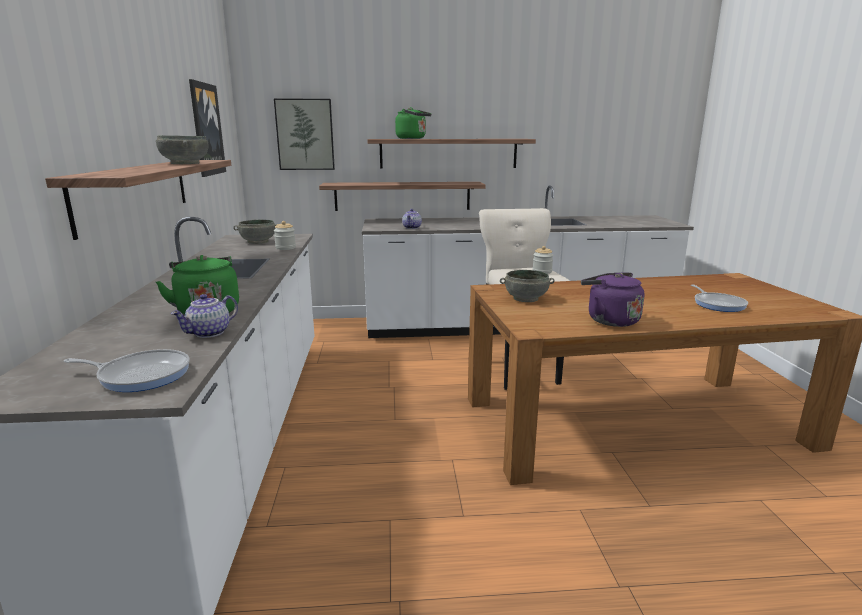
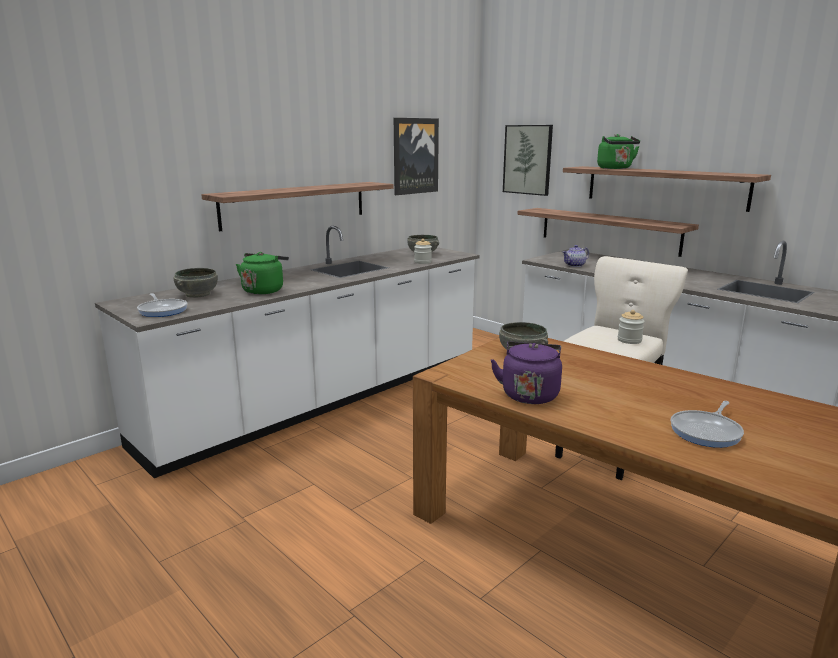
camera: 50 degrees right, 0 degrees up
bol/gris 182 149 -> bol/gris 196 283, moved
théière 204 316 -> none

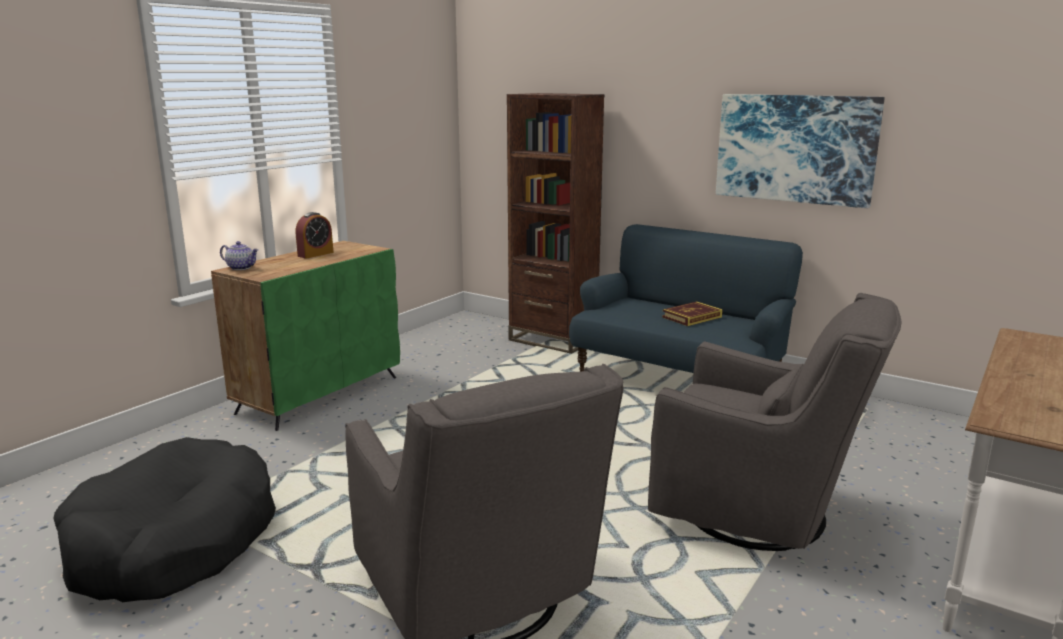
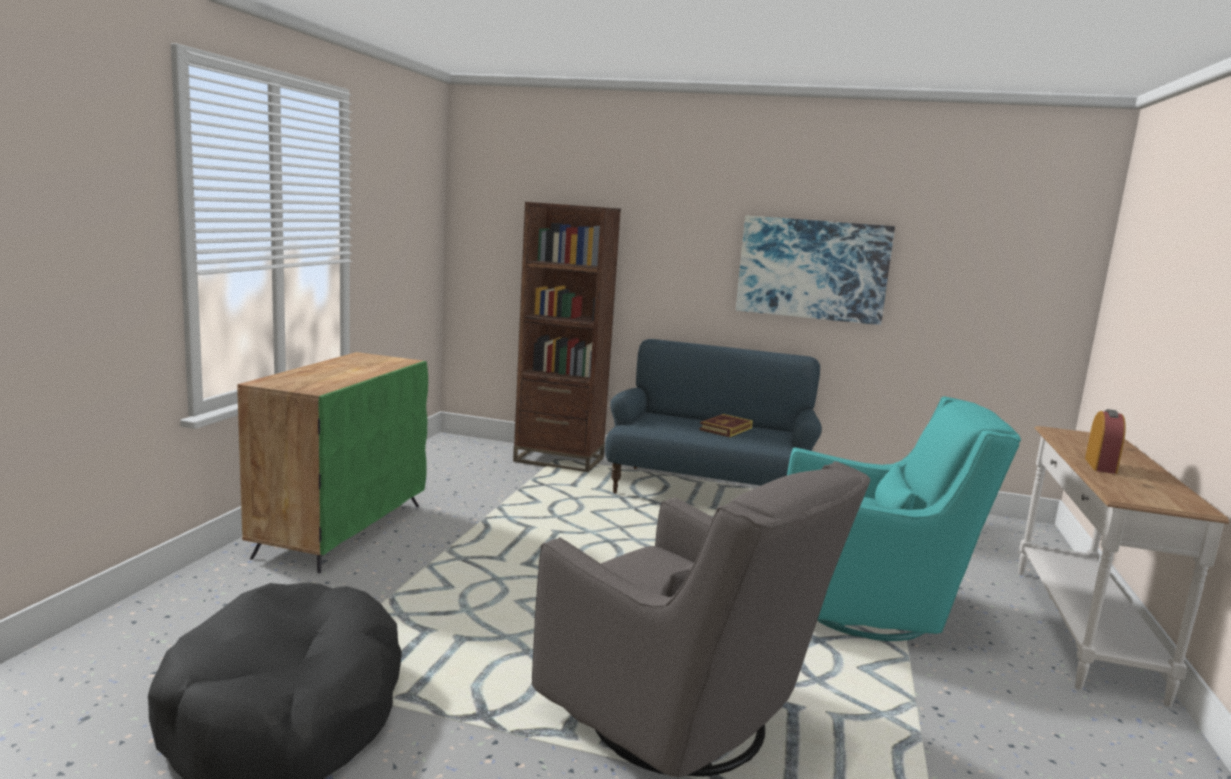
camera: 20 degrees left, 5 degrees down
réveil 314 235 -> réveil 1105 441, moved
théière 239 255 -> none
fauteuil/gris 774 422 -> fauteuil/turquoise 904 518

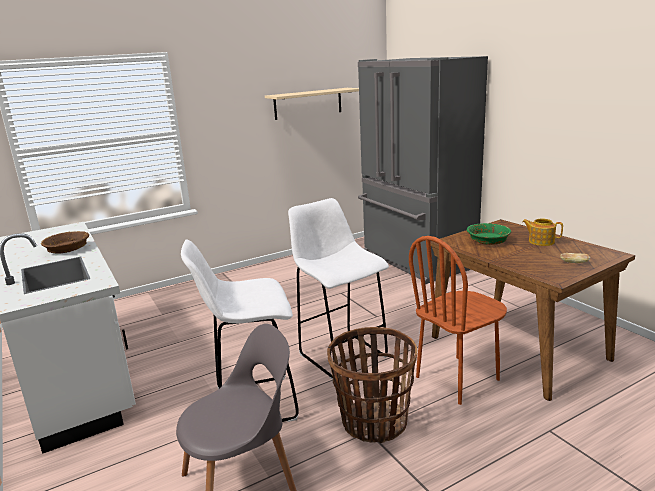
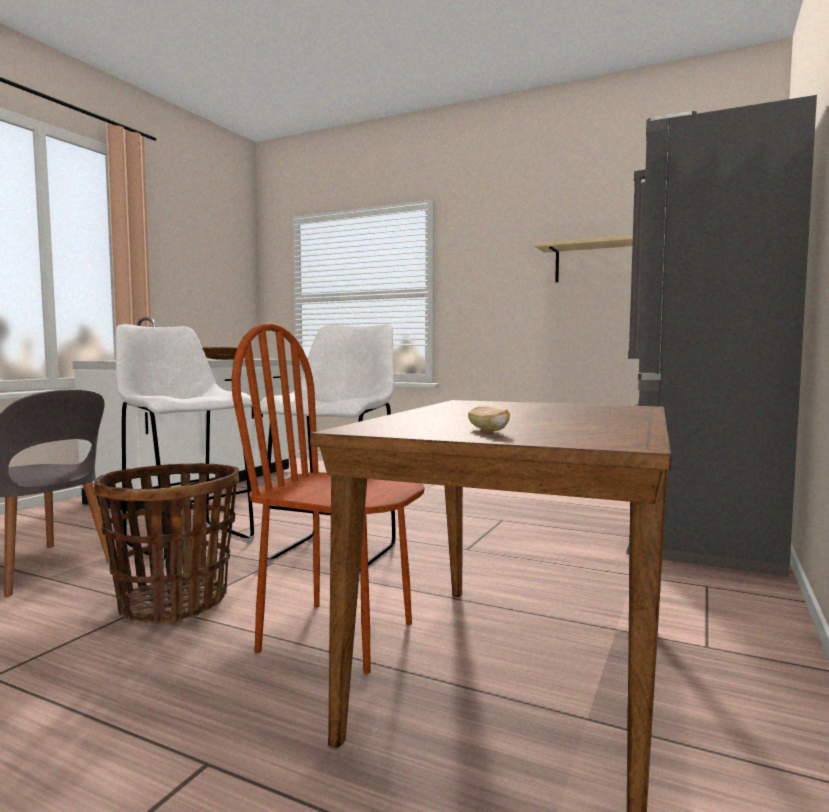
camera: 55 degrees right, 15 degrees down
théière 542 232 -> none
bol/vert 489 234 -> none

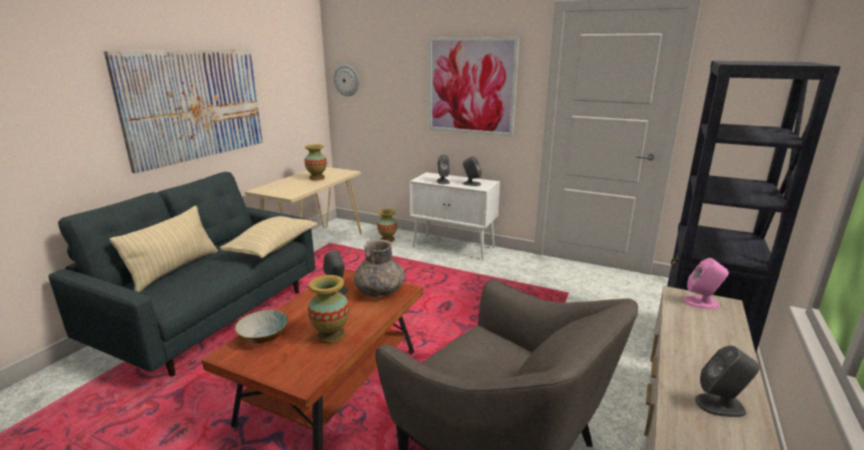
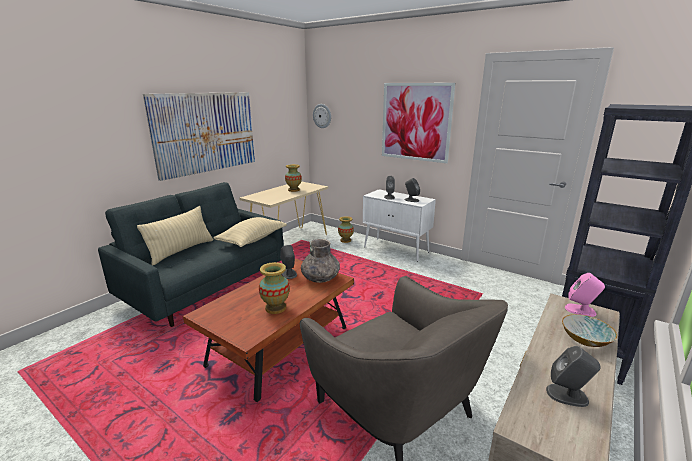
camera: 10 degrees right, 0 degrees up
bol 261 327 -> bol 589 330, moved

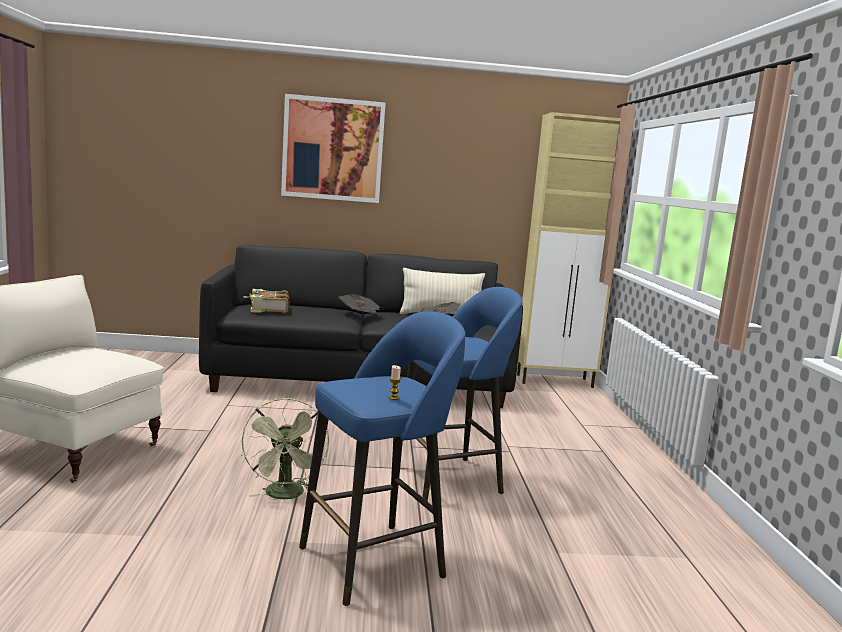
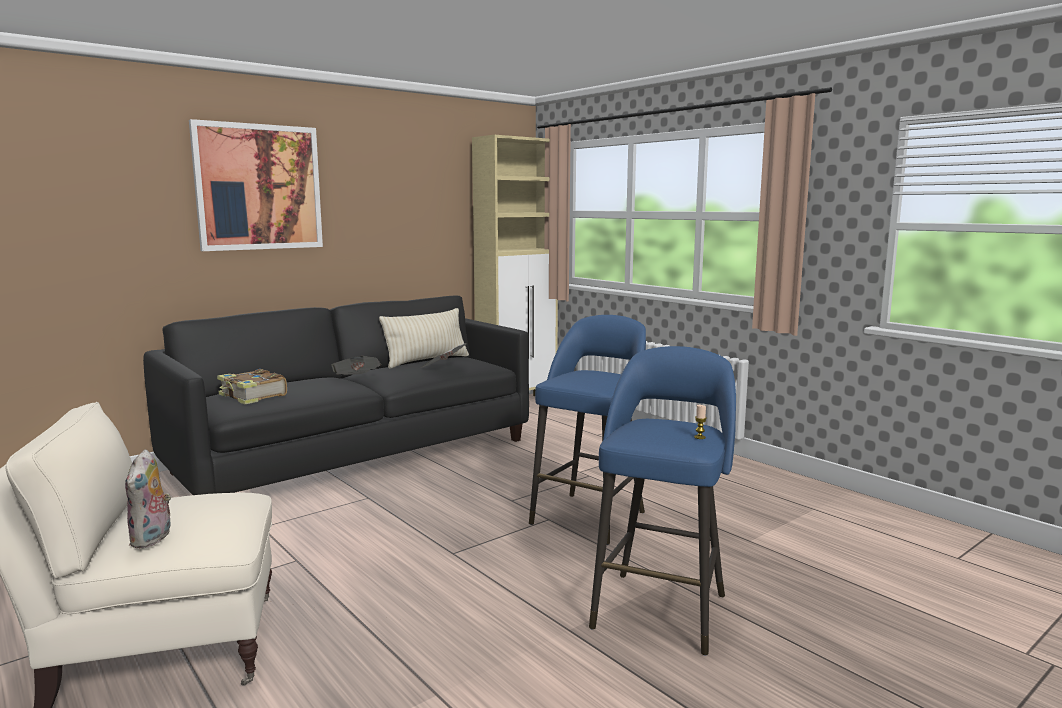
camera: 35 degrees left, 0 degrees up
ventilateur/vert 285 448 -> none
none -> peluche 148 498

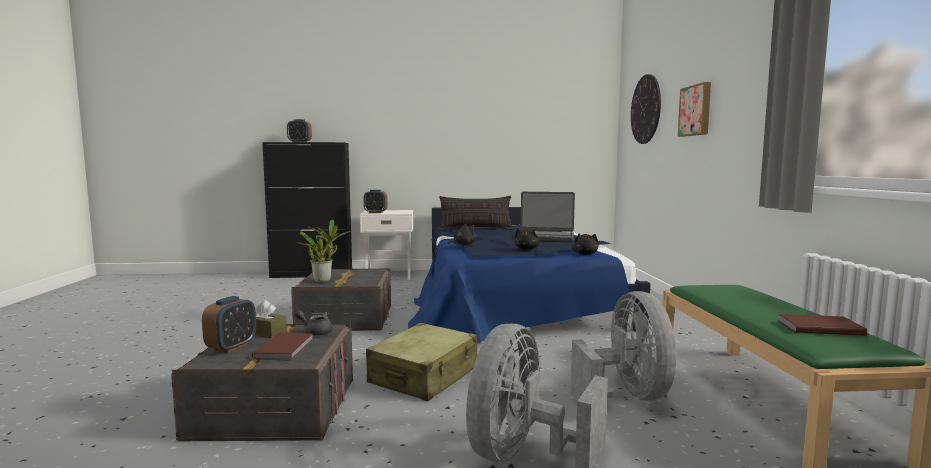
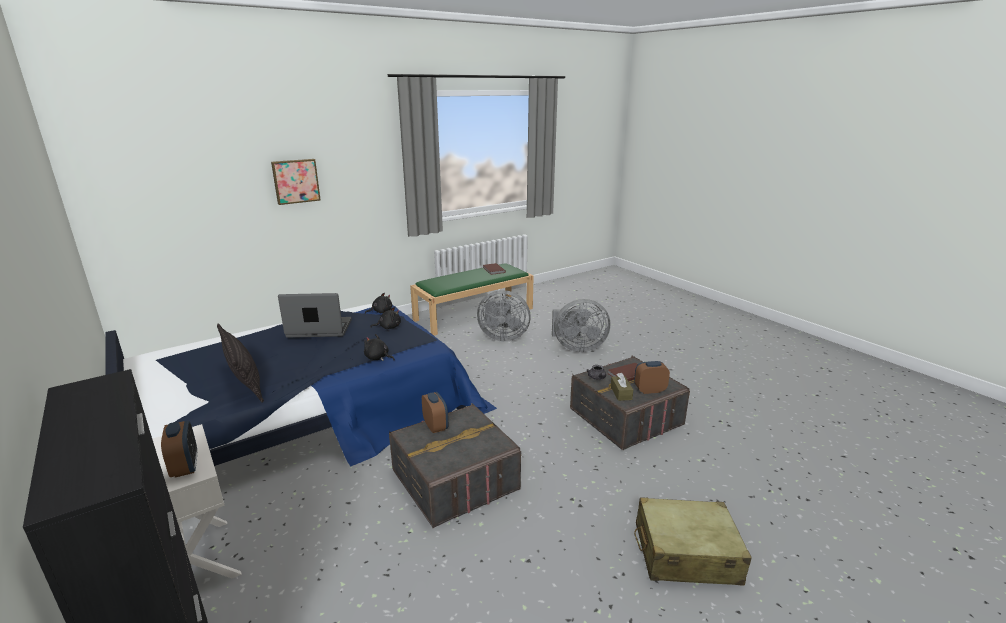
camera: 120 degrees left, 15 degrees up
horloge murale 646 109 -> none
réveil 299 130 -> réveil 435 412, moved
ordinateur portable 548 216 -> ordinateur portable 315 315, 75 degrees counterclockwise
plante en pot 323 251 -> none
ventilateur/gris 623 346 -> ventilateur/gris 504 316, 135 degrees counterclockwise
valise/beige 421 362 -> valise/beige 693 541, moved

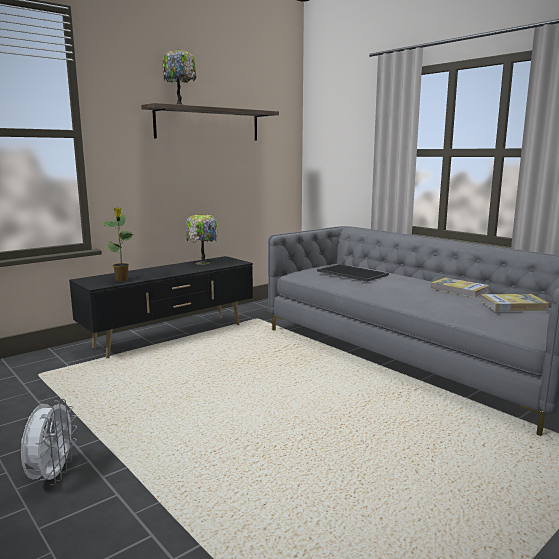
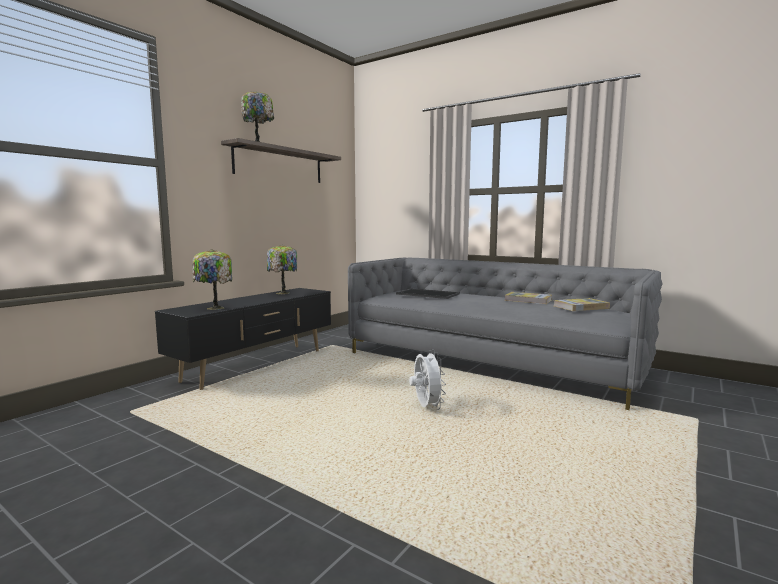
camera: 15 degrees left, 5 degrees down
plante en pot 117 244 -> lampe de table 212 279
ventilateur/blanc 49 442 -> ventilateur/blanc 427 380, moved

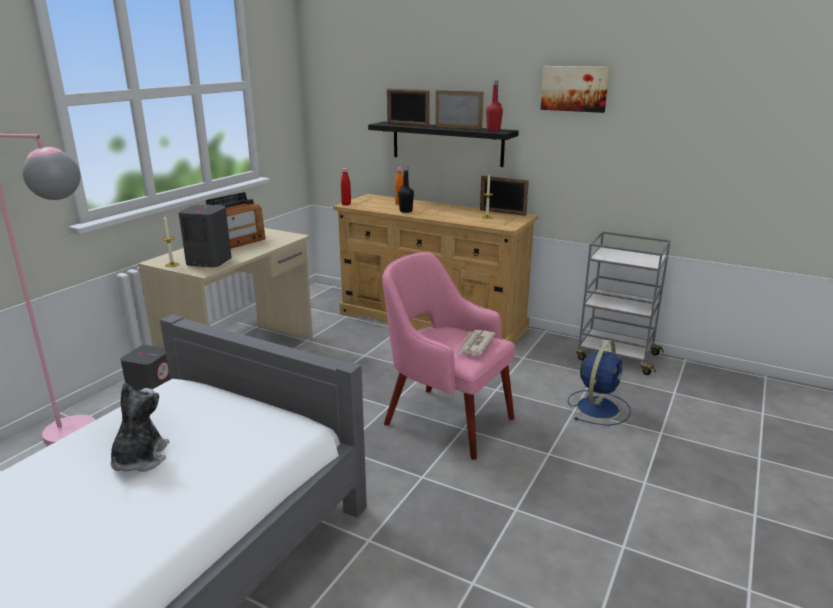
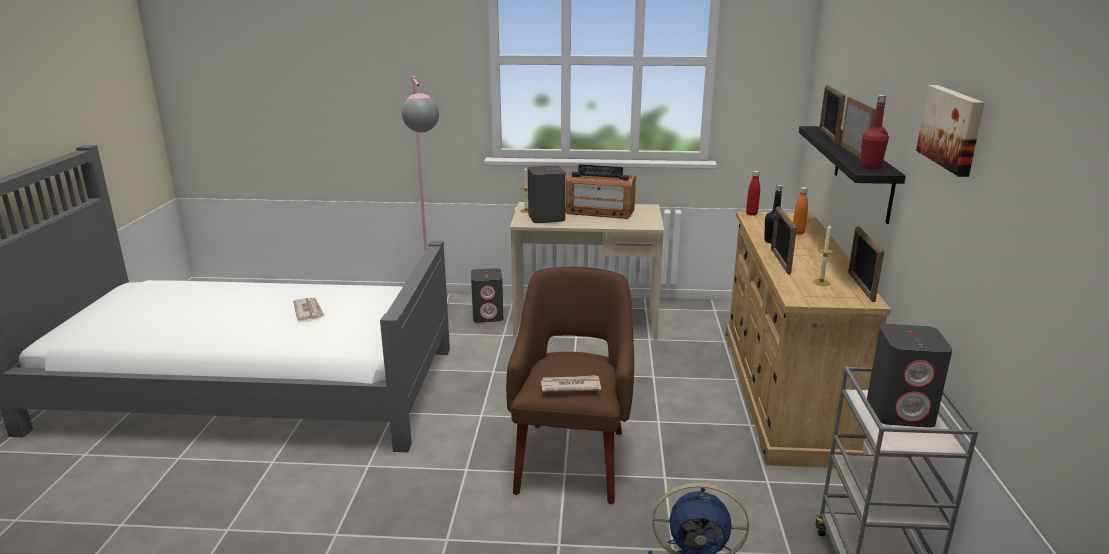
camera: 65 degrees right, 0 degrees up
fauteuil/rose 449 356 -> fauteuil/marron 570 385
peluche 140 427 -> journal 309 309
none -> cadre photo 784 240
none -> enceinte/gris 909 376

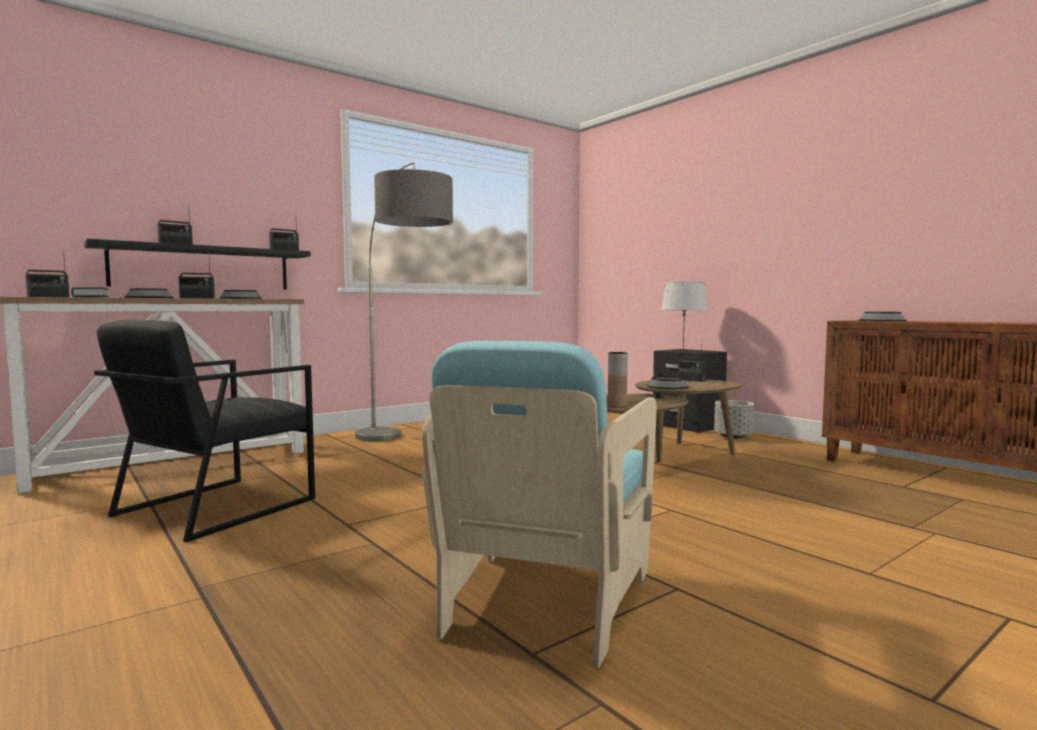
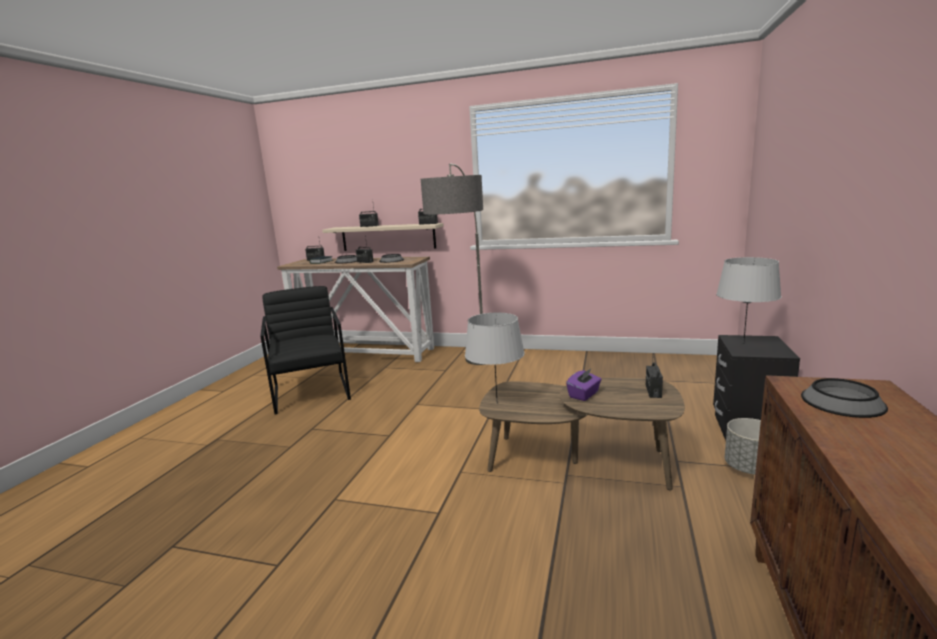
camera: 55 degrees right, 10 degrees up
étagère/noir 197 264 -> étagère/beige 382 237
fauteuil/noir 204 431 -> fauteuil/noir 305 350, 75 degrees clockwise
fauteuil/turquoise 539 504 -> none
vase/marron 618 380 -> lampe de table/gris 495 356
bol 667 382 -> boîte à mouchoirs/violet 584 384

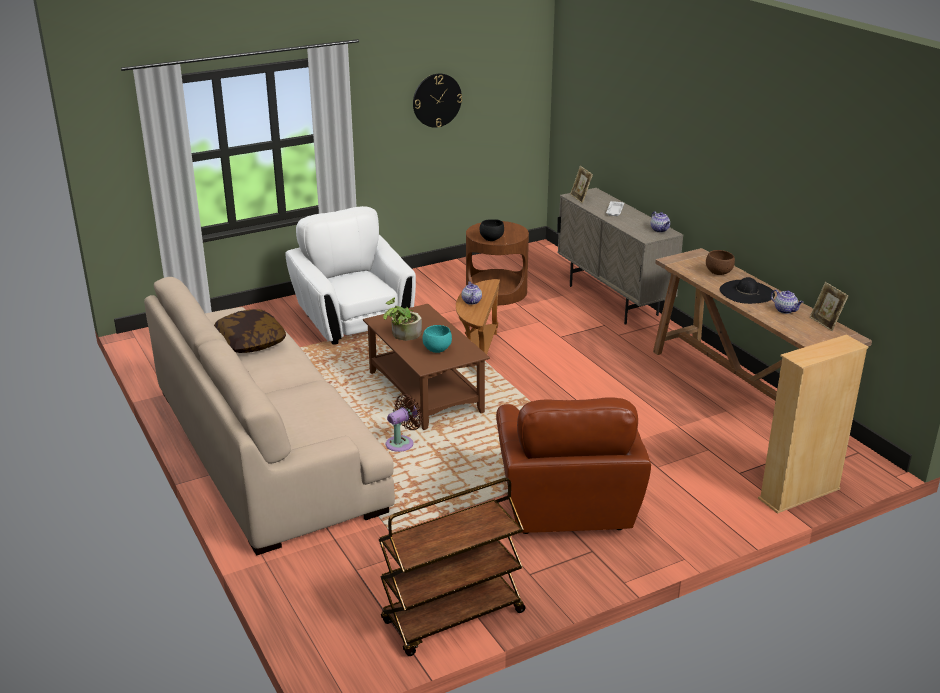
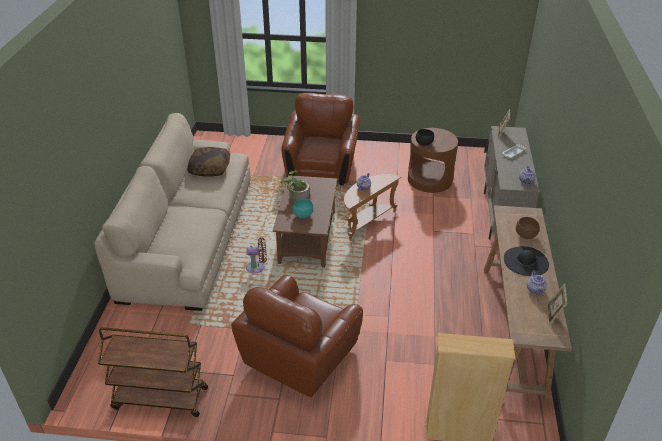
camera: 35 degrees right, 10 degrees up
horloge murale 437 101 -> none
fauteuil/blanc 350 275 -> fauteuil/marron 320 139

